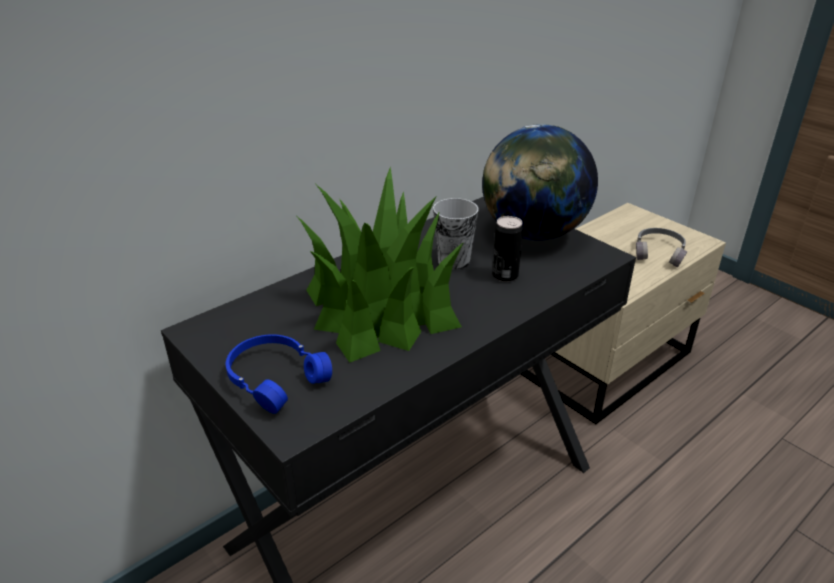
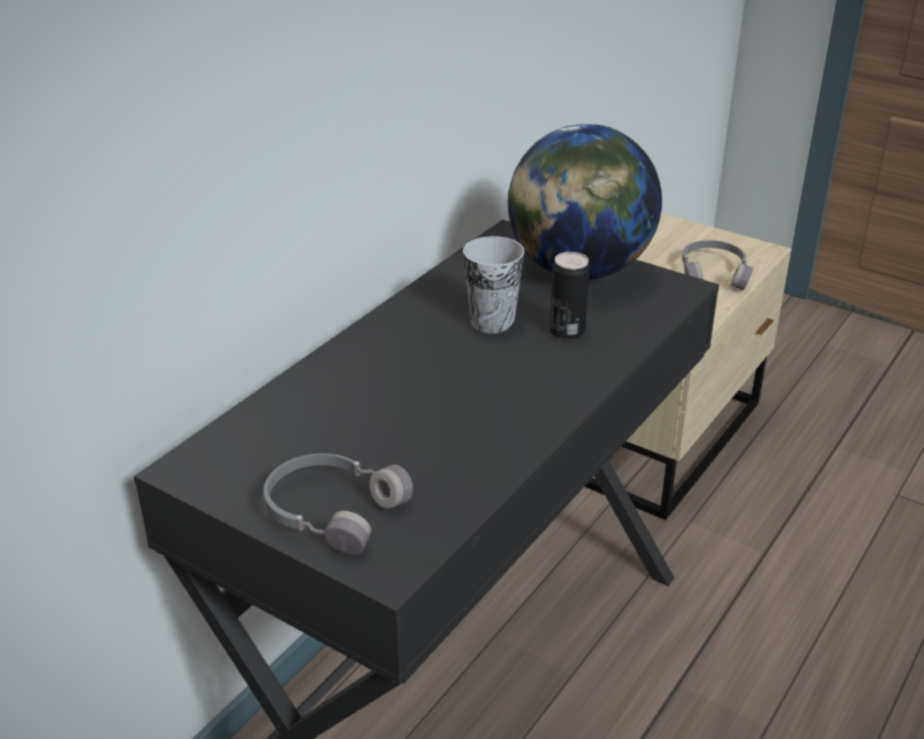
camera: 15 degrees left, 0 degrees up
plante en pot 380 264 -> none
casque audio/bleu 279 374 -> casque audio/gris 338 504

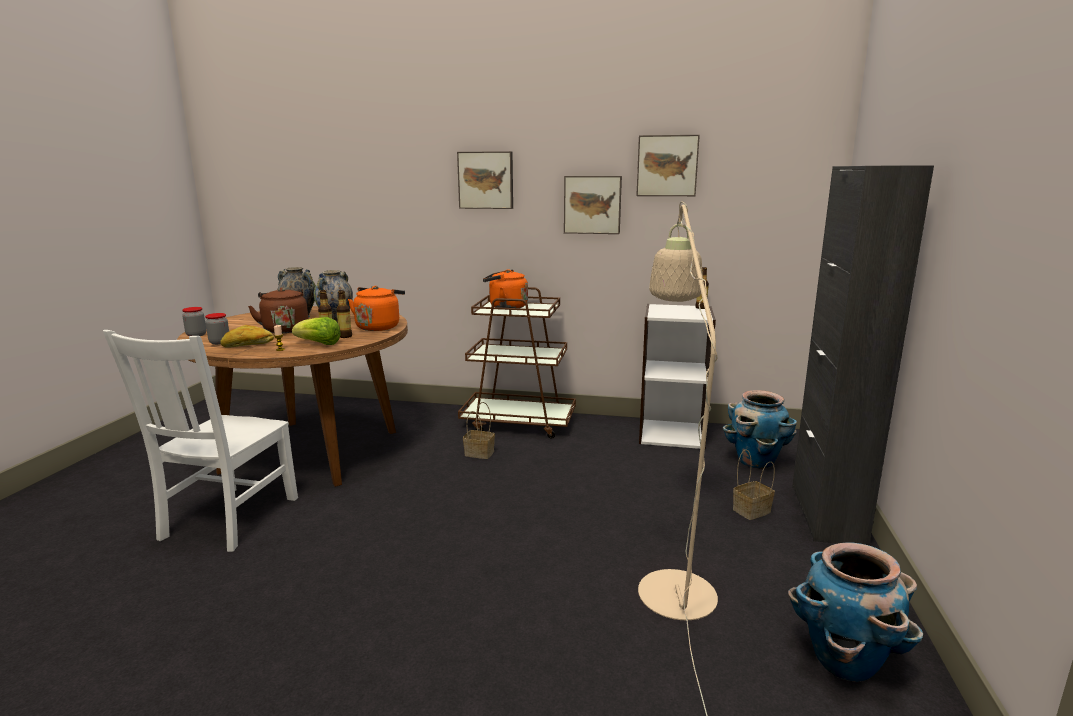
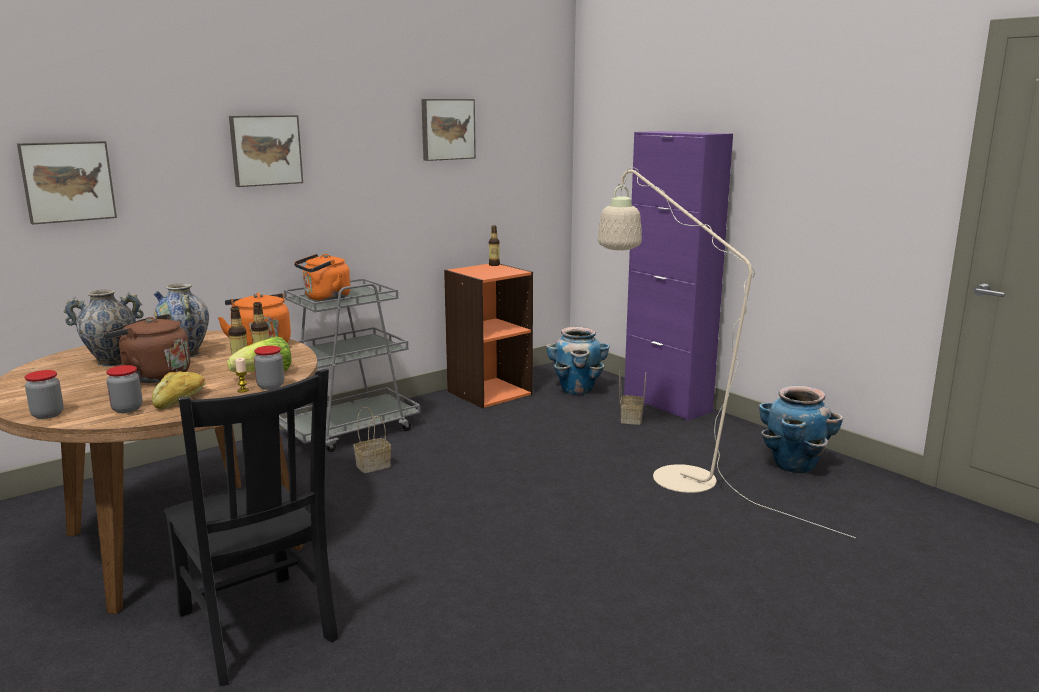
camera: 50 degrees left, 0 degrees up
meuble de rangement/noir 863 355 -> meuble de rangement/violet 678 276
tableau 593 205 -> tableau 67 183, moved
chariot/marron 517 363 -> chariot/gris 349 365
bibliothèque/blanc 677 376 -> bibliothèque/orange 488 336
chaise/blanc 200 441 -> chaise/noir 251 527
none -> bocal 269 368

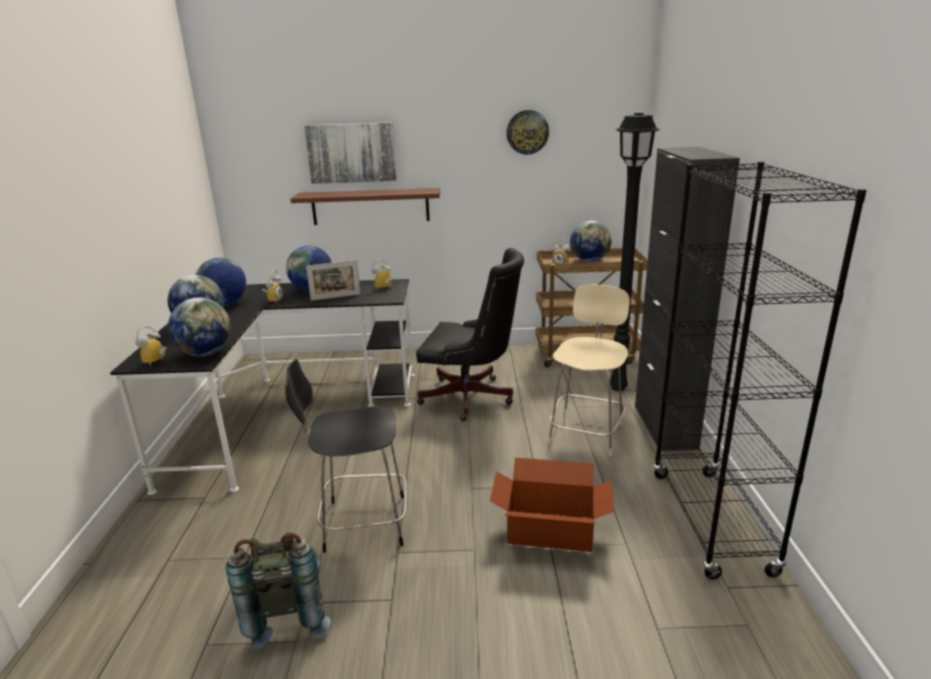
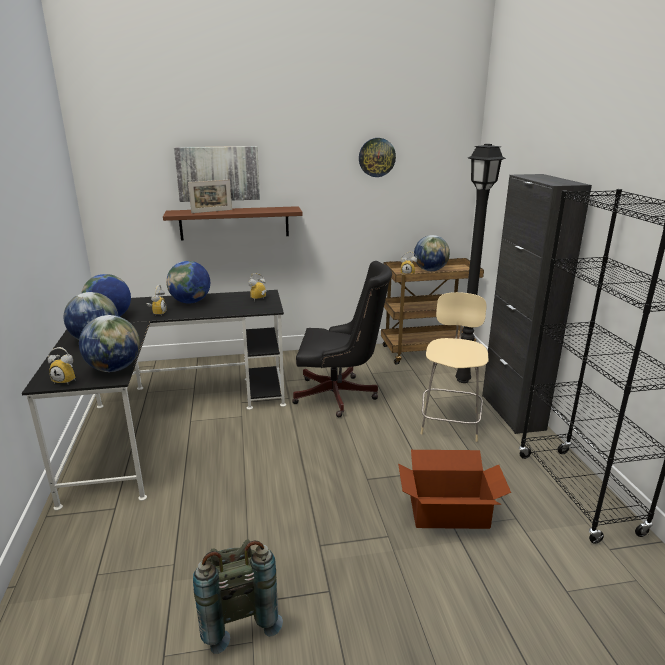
camera: 10 degrees left, 0 degrees up
cadre photo 333 280 -> cadre photo 210 196, moved
réveil 151 346 -> réveil 62 365, 90 degrees counterclockwise
chaise/noir 346 456 -> none

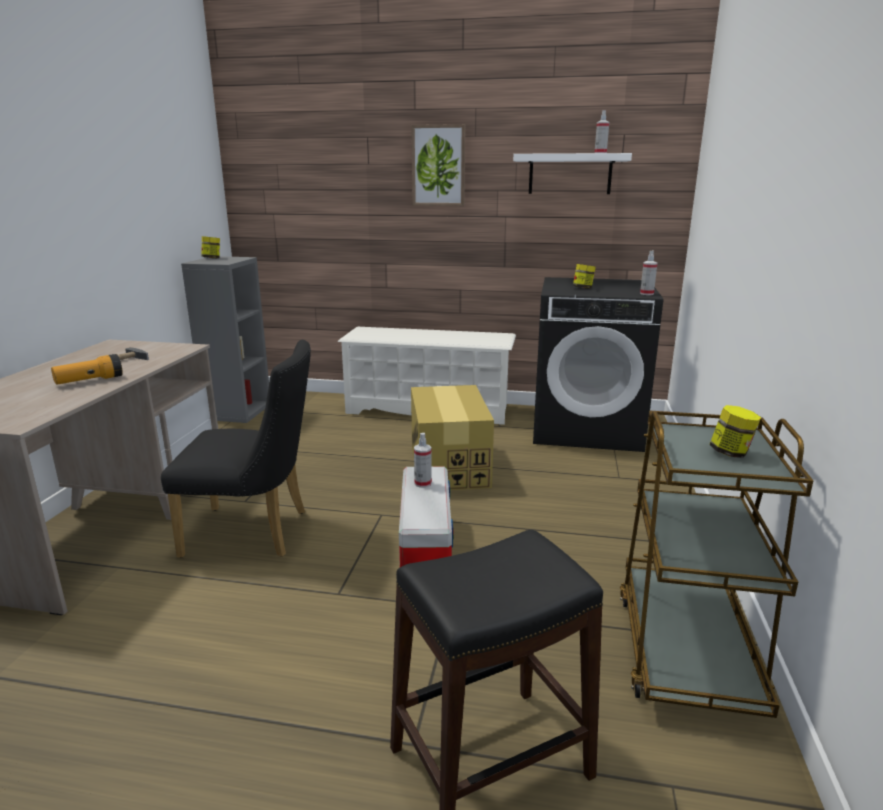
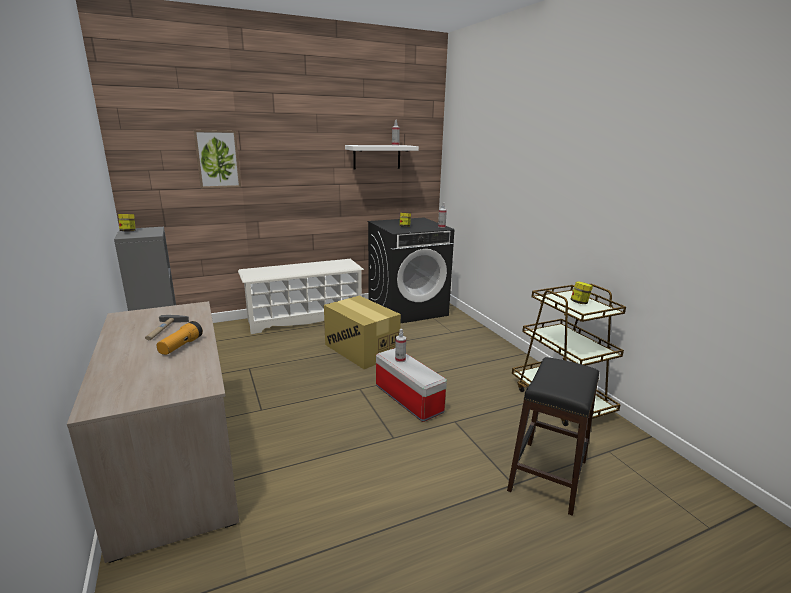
camera: 35 degrees left, 0 degrees up
tableau 438 165 -> tableau 217 159, moved
chaise/noir 236 449 -> none

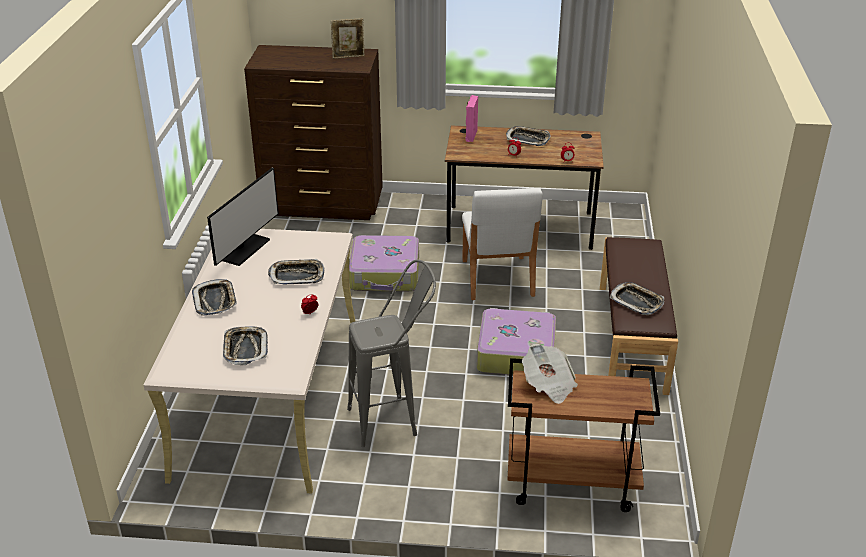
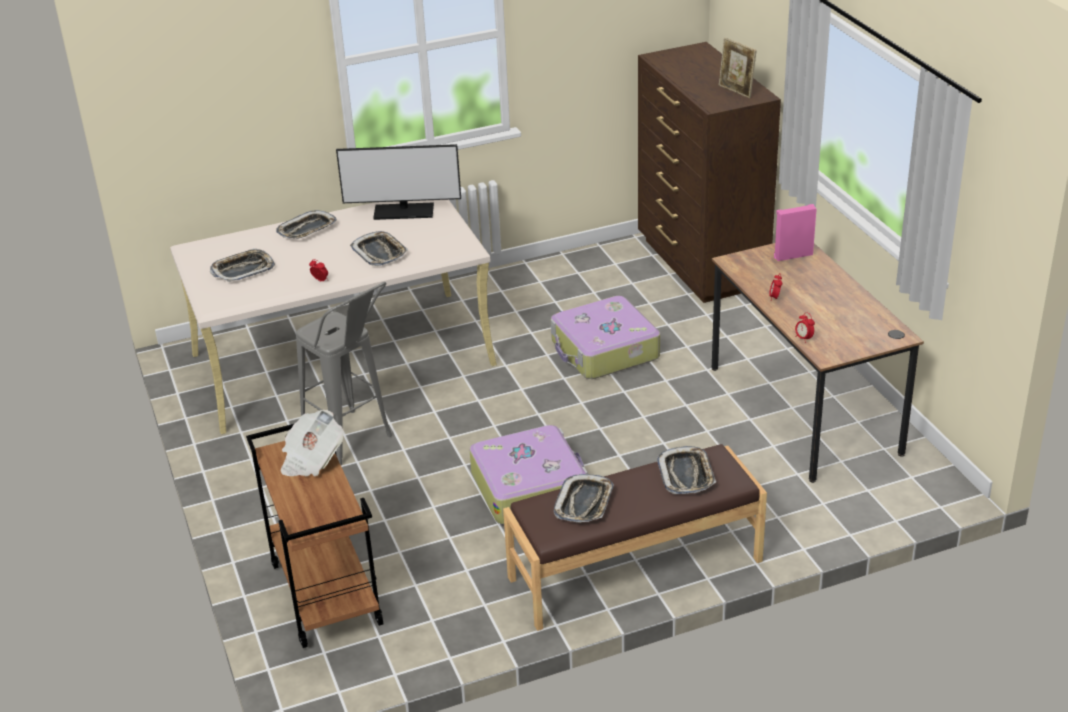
camera: 65 degrees right, 0 degrees up
plateau 528 136 -> plateau 686 470, moved
chaise/blanc 502 244 -> none

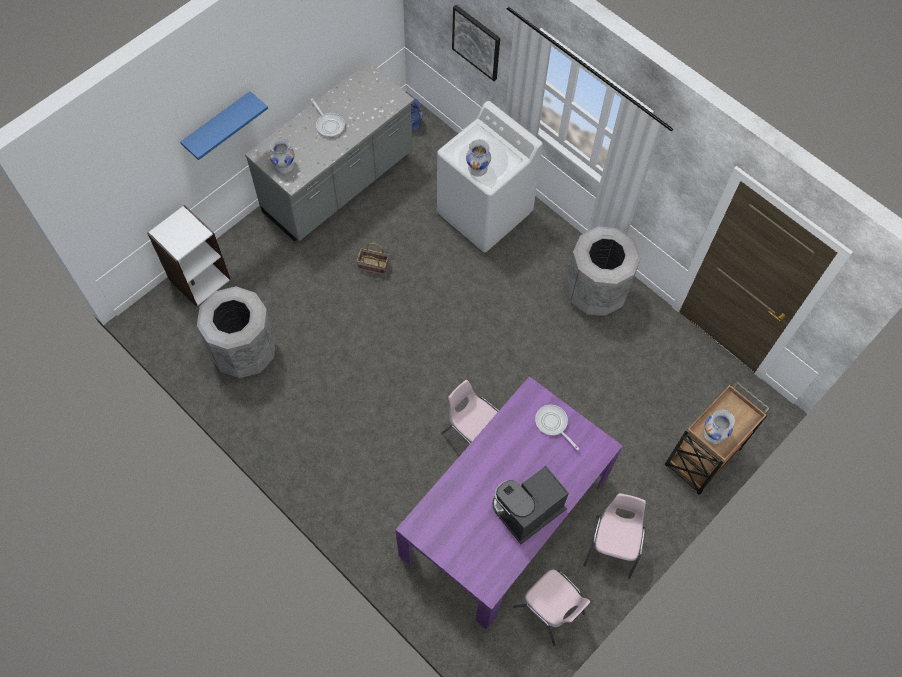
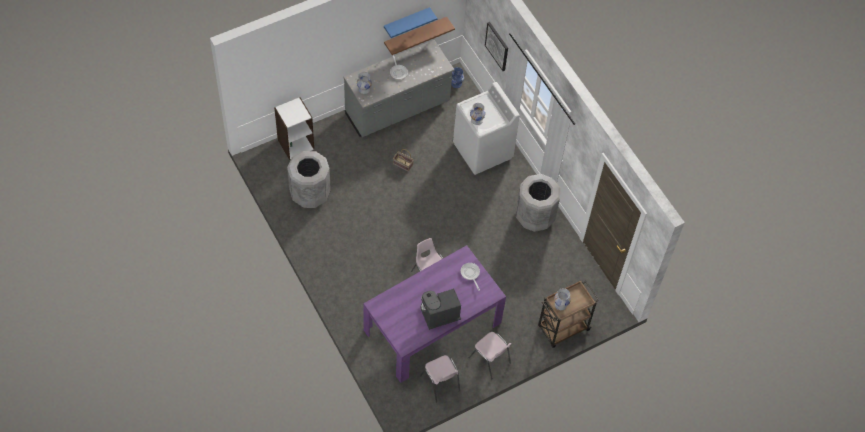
camera: 15 degrees right, 5 degrees down
étagère/bleu 224 125 -> étagère/bleu 410 22, moved
chaise/rose 614 536 -> chaise/rose 490 355, 105 degrees clockwise
none -> étagère/marron 419 36

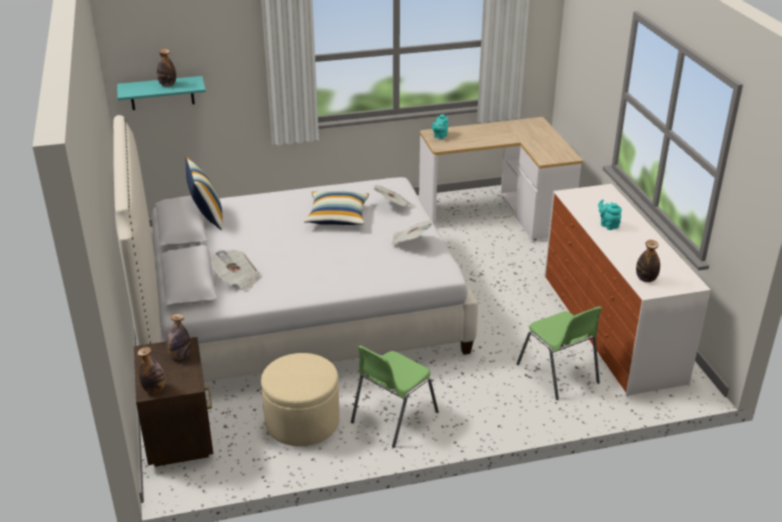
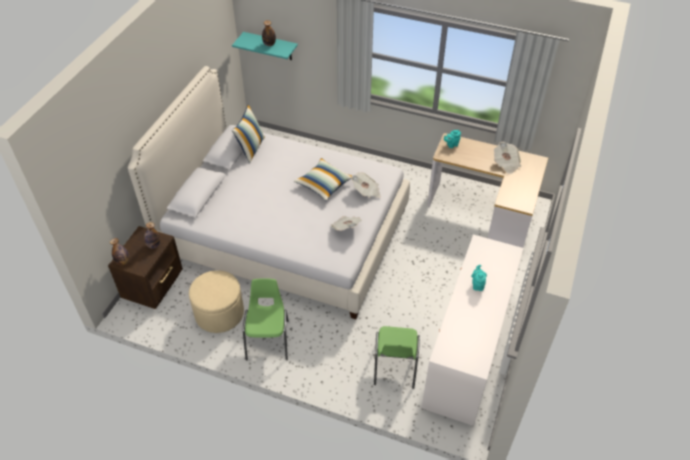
camera: 35 degrees right, 15 degrees up
bouteille 648 261 -> none
journal 236 270 -> journal 507 158, moved
chaise/vert 395 396 -> chaise/vert 266 319, 105 degrees clockwise

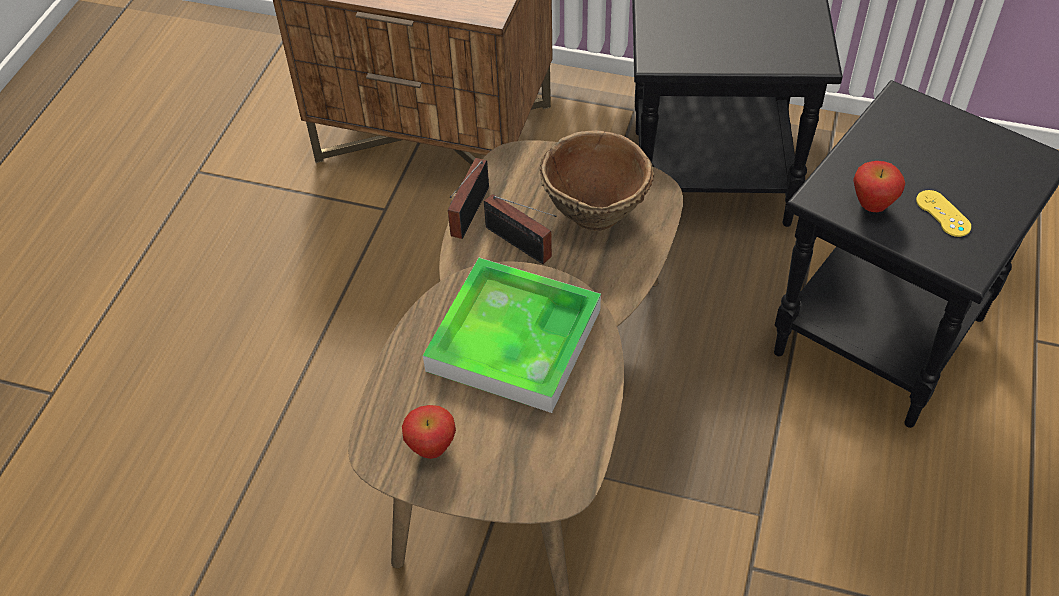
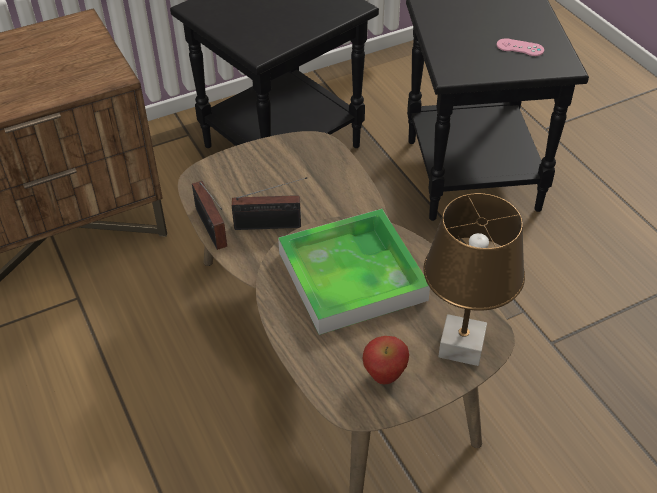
camera: 45 degrees left, 5 degrees down
bol/marron 596 180 -> none
pomme 879 186 -> none
manette/jaune 943 213 -> manette/rose 520 47
none -> lampe de table/marron 474 279

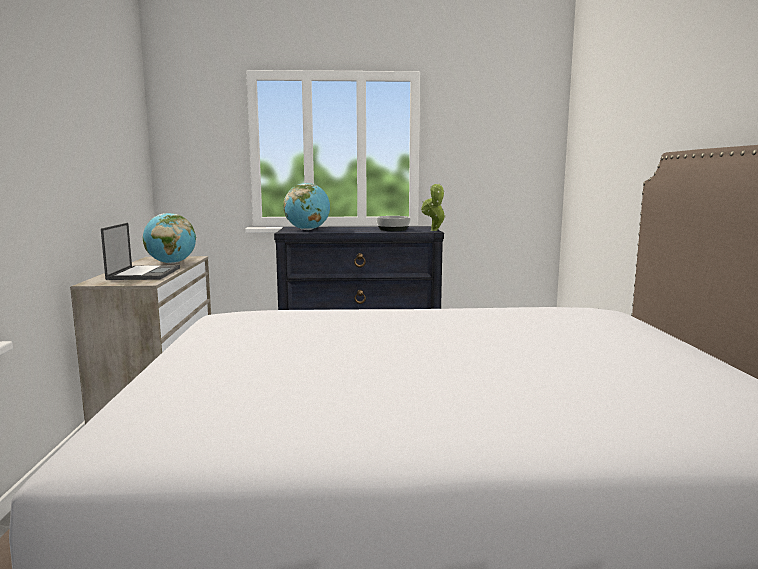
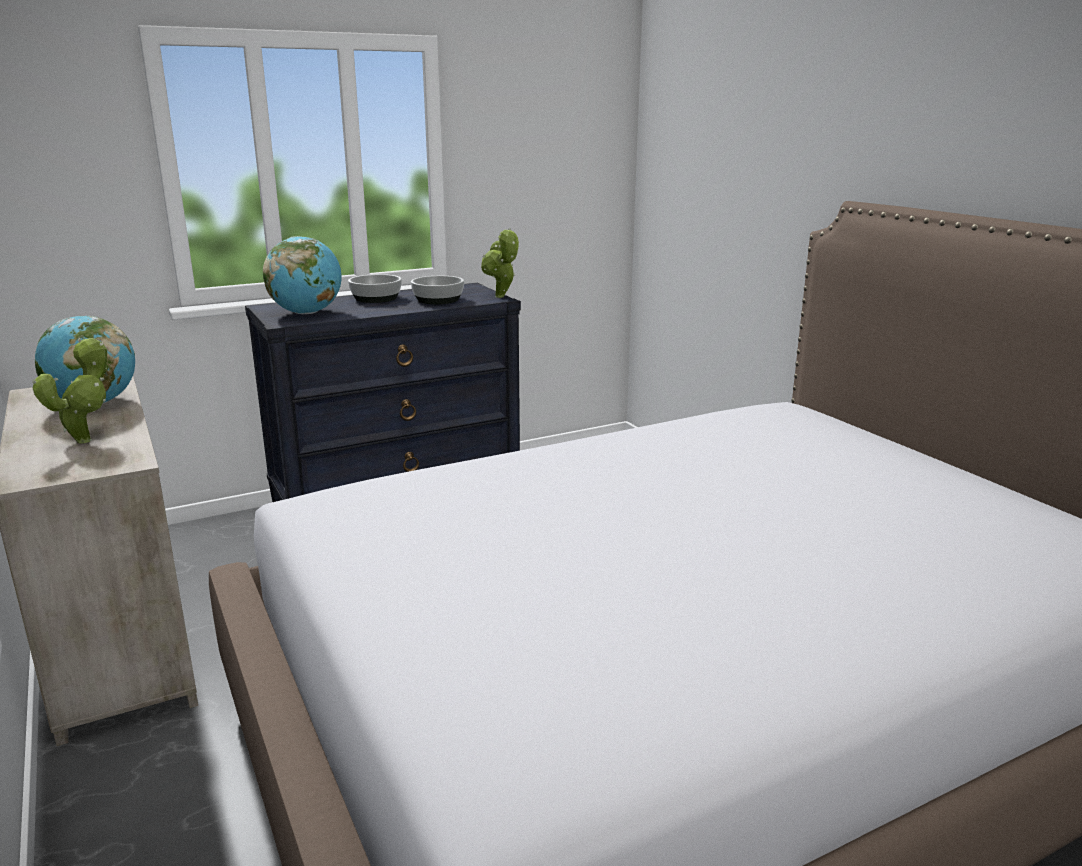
camera: 25 degrees left, 10 degrees up
ordinateur portable 140 251 -> plante en pot 69 391
none -> bol 375 288

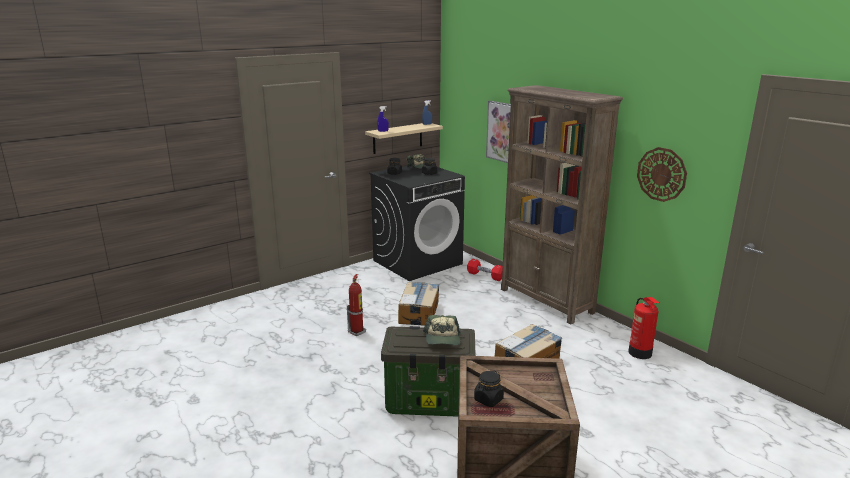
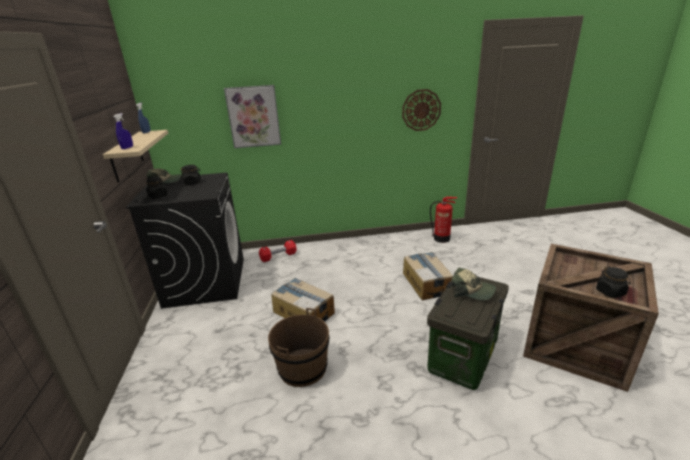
camera: 60 degrees left, 5 degrees up
bibliothèque/marron 562 204 -> none
extincteur 356 305 -> seau/marron 298 347

